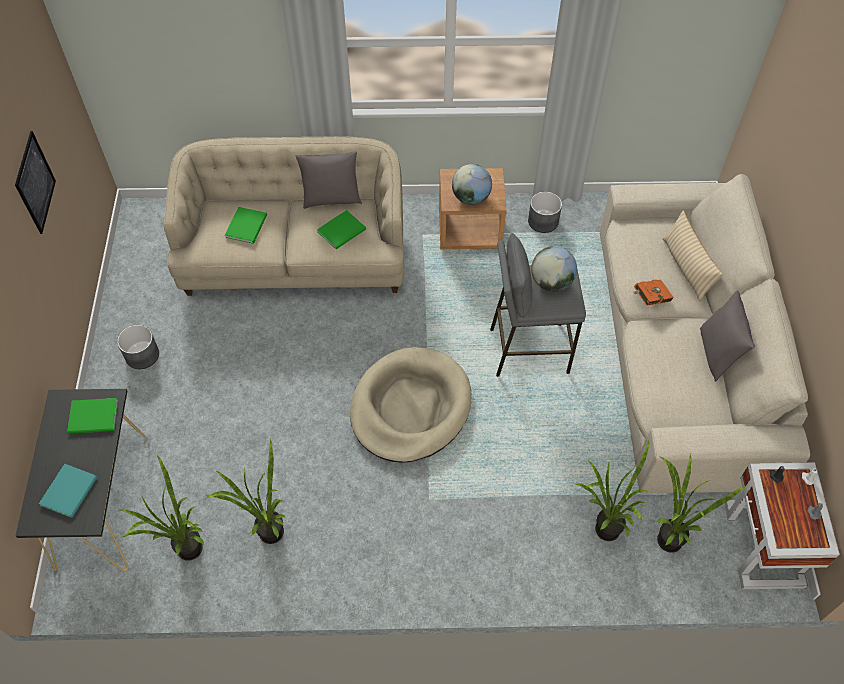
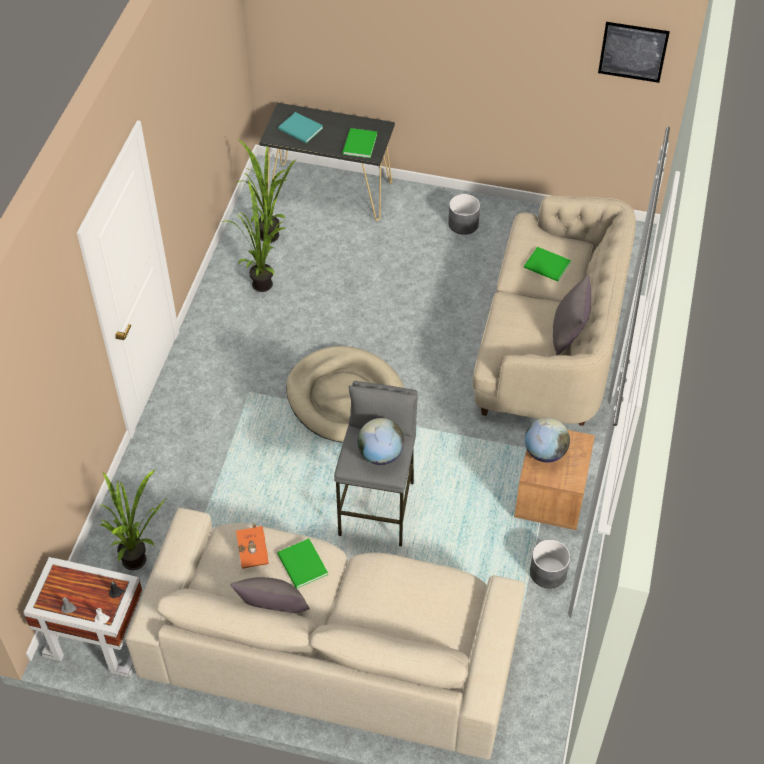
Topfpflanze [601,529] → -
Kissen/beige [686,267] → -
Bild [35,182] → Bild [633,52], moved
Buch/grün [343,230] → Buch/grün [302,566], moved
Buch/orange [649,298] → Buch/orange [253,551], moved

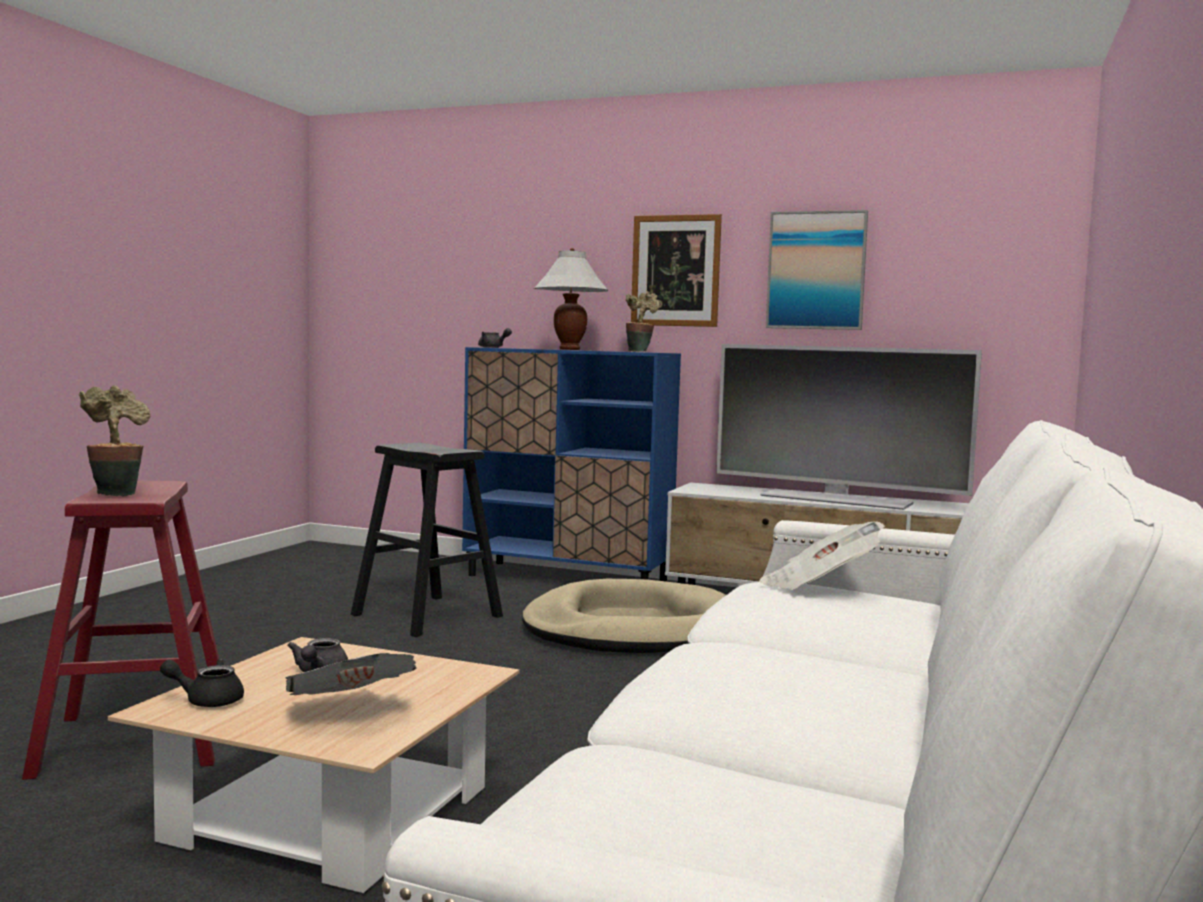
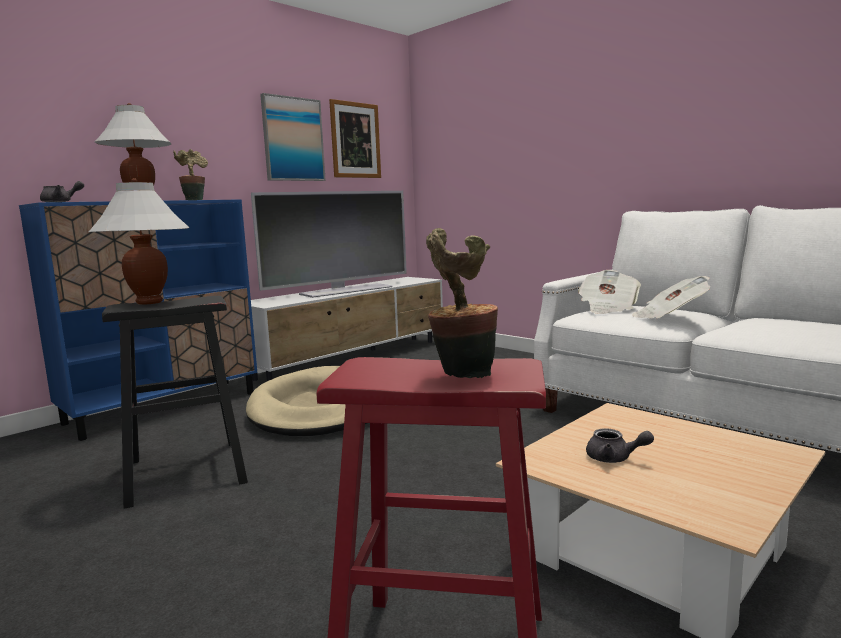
Teekanne/schwarz [207,700] → -
- → Tischlampe/weiß [149,302]
Zeitung [350,711] → Zeitung [669,316], moved
Bild [675,271] → Bild [355,140], moved

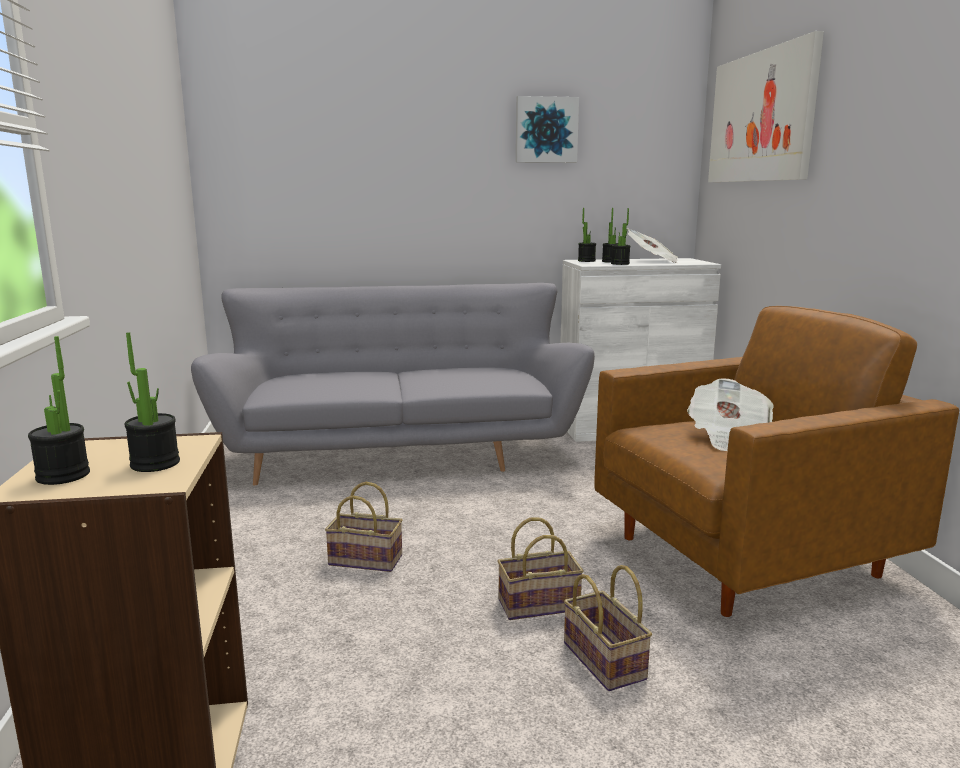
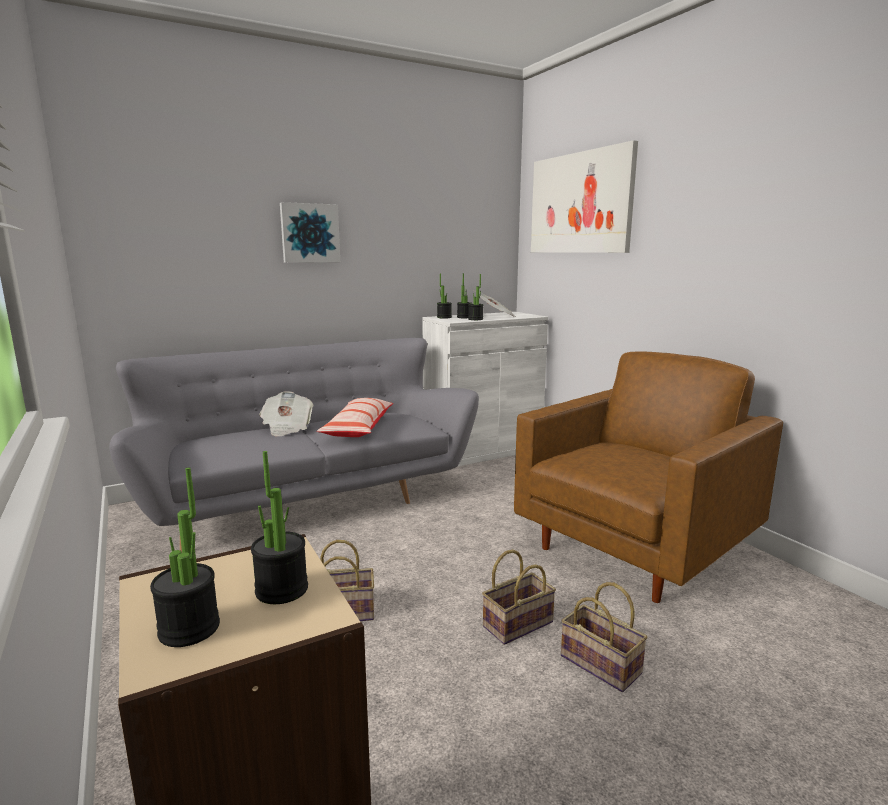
- → Kissen [358,428]
Bild [546,130] → Bild [309,233], moved
Zeitung [728,437] → Zeitung [287,428], moved

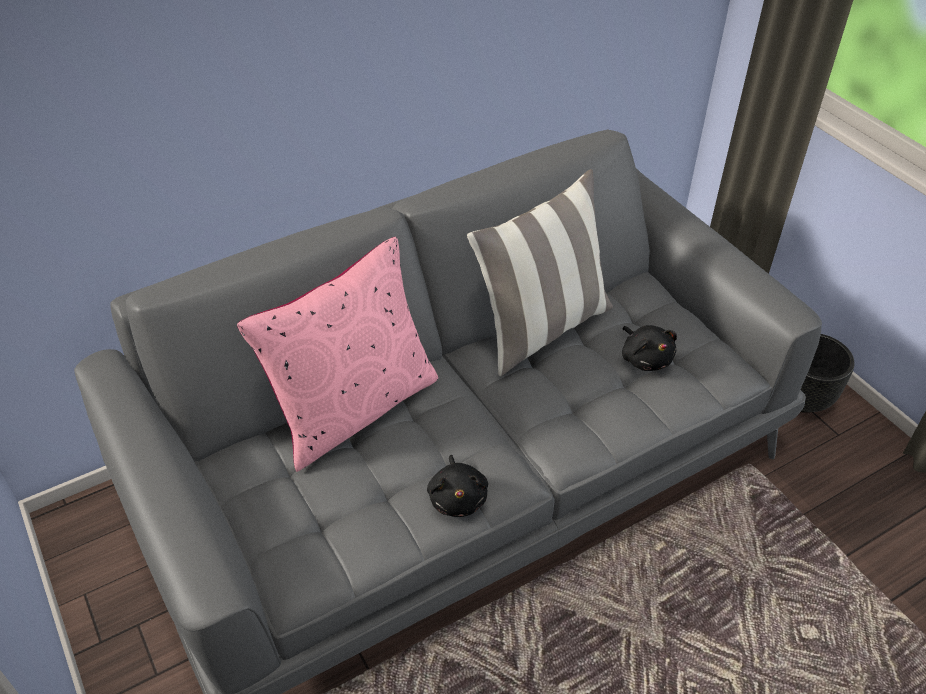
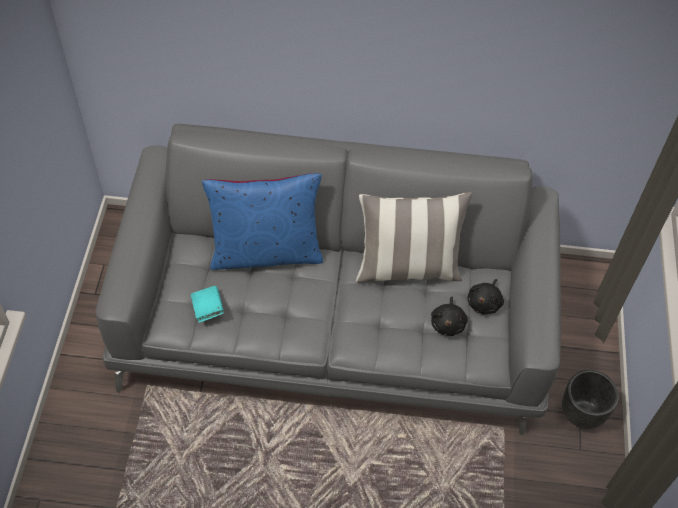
- → Buch/türkis [208,309]
Plüschtier/schwarz [458,498] → Plüschtier/schwarz [484,302], moved
Kissen/rosa [353,408] → Kissen/blau [266,252]

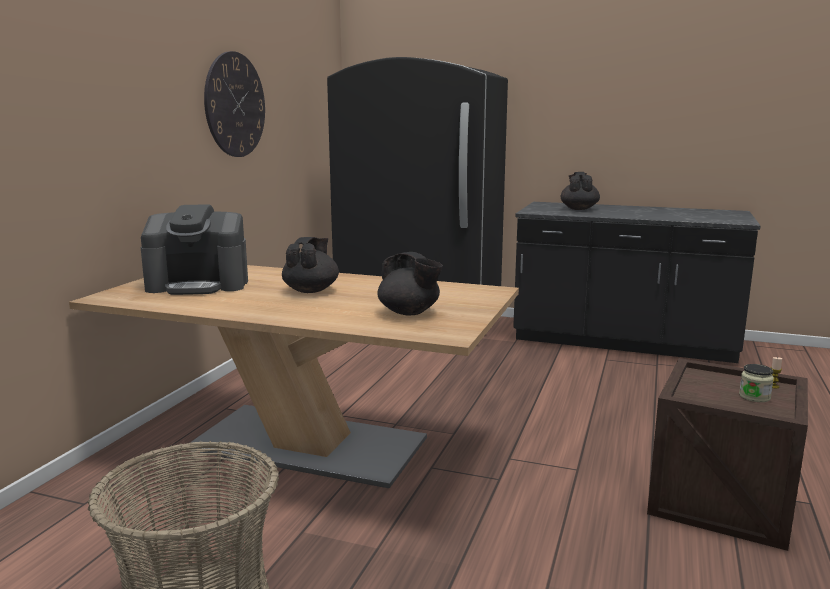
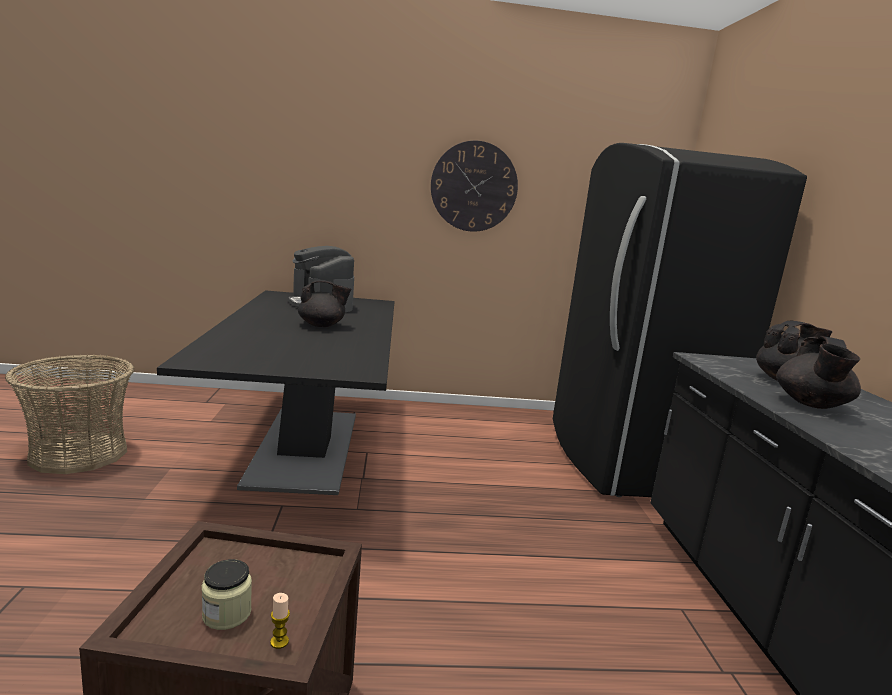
Teekanne/schwarz [409,313] → Teekanne/schwarz [811,404], moved
Esstisch/beige [308,445] → Esstisch/schwarz [305,448]

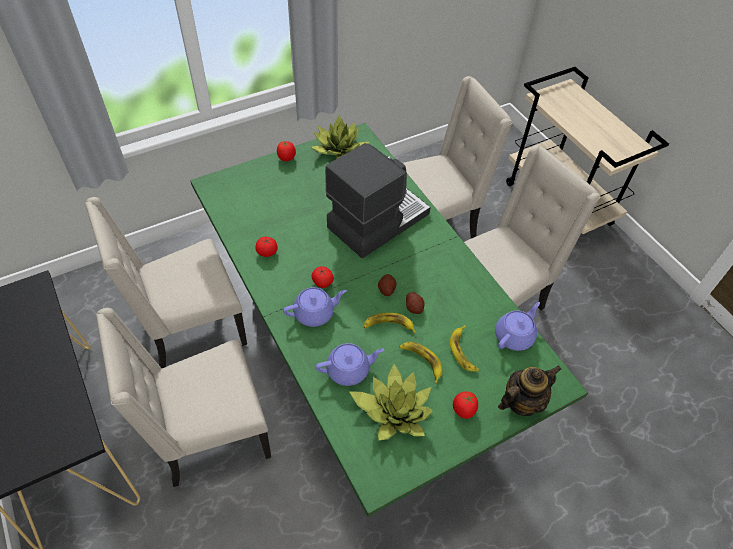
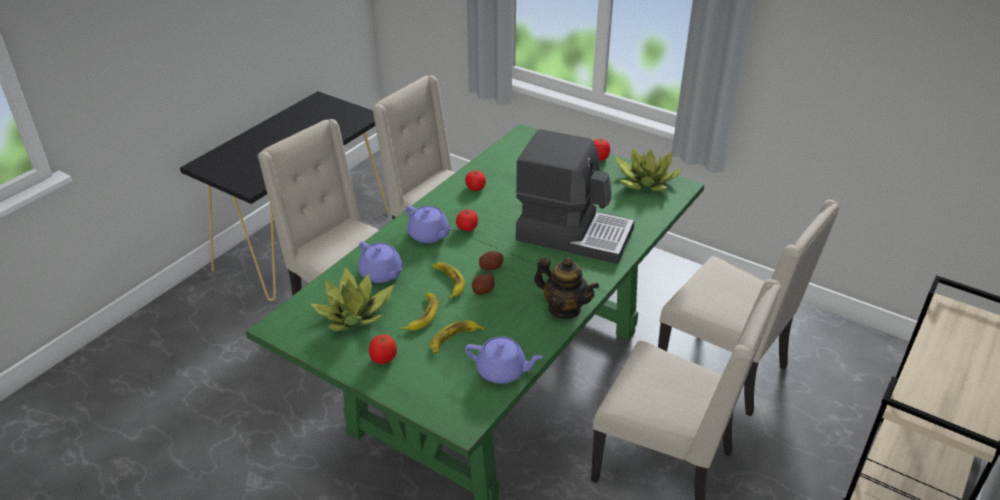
Teekanne [521,402] → Teekanne [564,309], moved

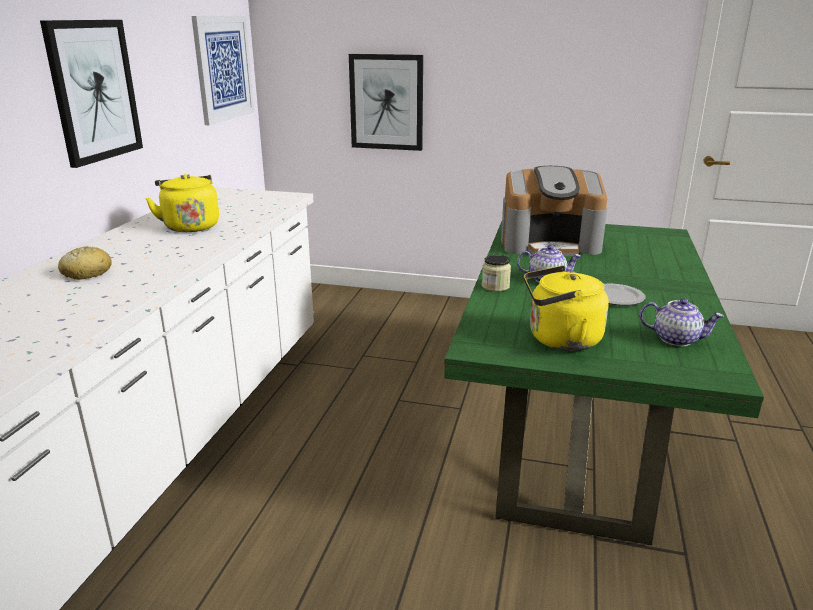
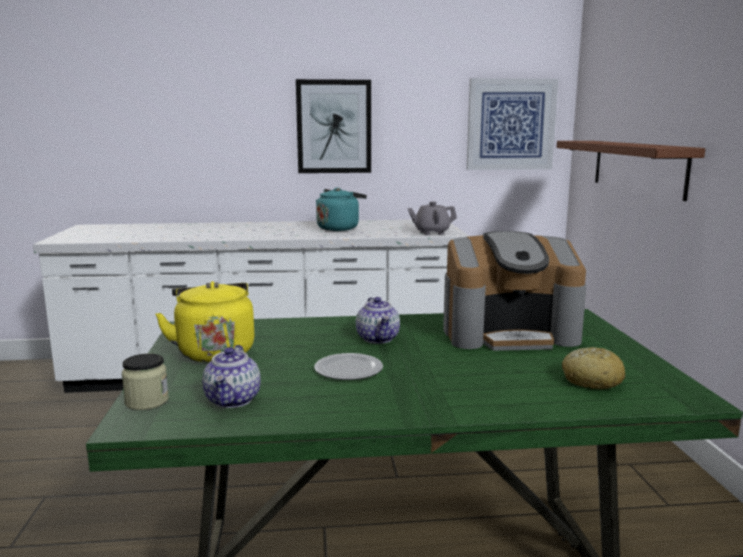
- → Teekanne/grau [431,233]
Brot [86,273] → Brot [591,380], moved
Vorratsglas [495,286] → Vorratsglas [147,401], moved
Bild [386,102] → Wandregal/braun [637,167]
Wasserkessel/gelb [190,226] → Wasserkessel/türkis [339,228]
Kaffeemaschine [550,243] → Kaffeemaschine [509,333], 75 degrees counterclockwise

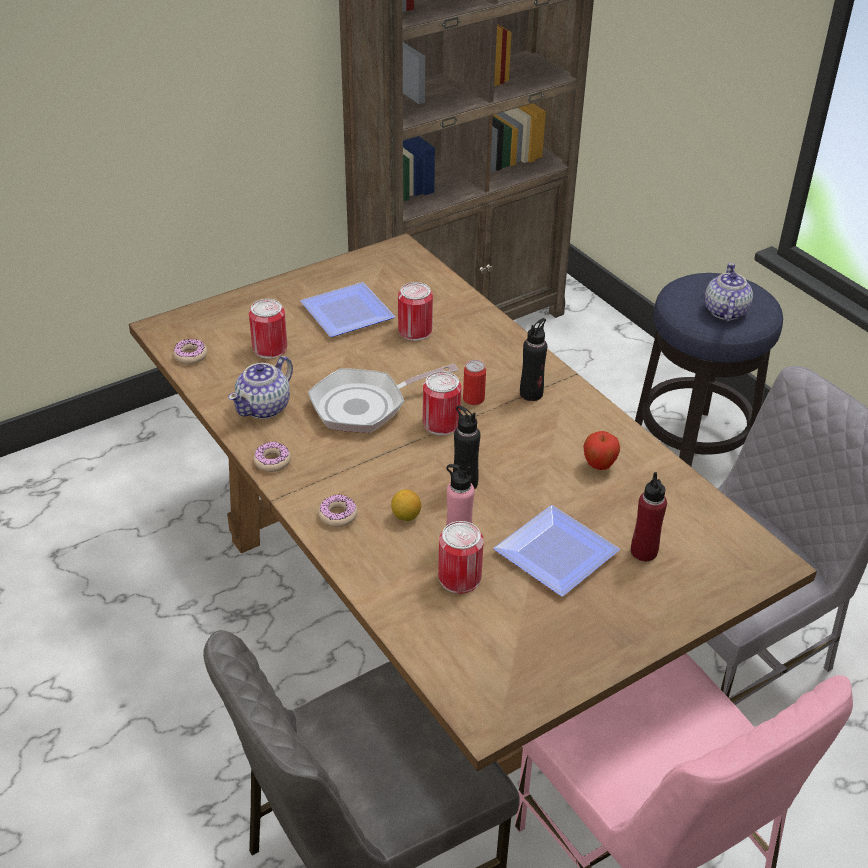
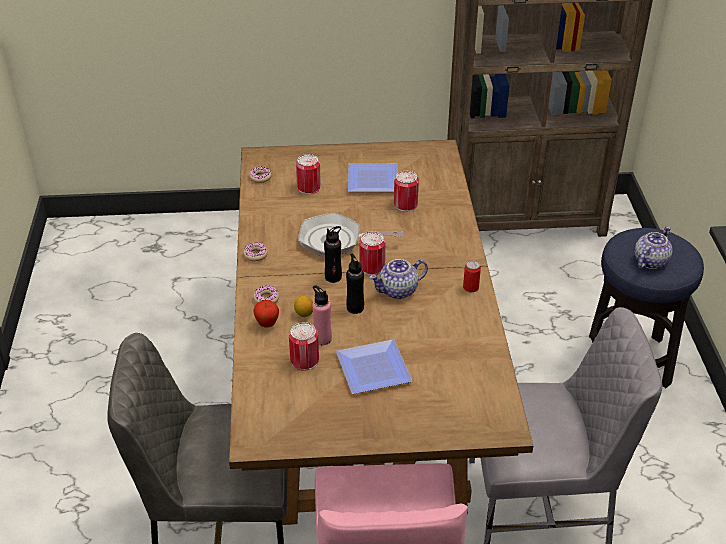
Flasche/rot [644,551] → -
Teekanne [264,407] → Teekanne [398,290], moved
Dose [473,399] → Dose [470,287], moved
Flasche/schwarz [531,393] → Flasche/schwarz [333,277], moved
Apfel [599,466] → Apfel [267,324], moved

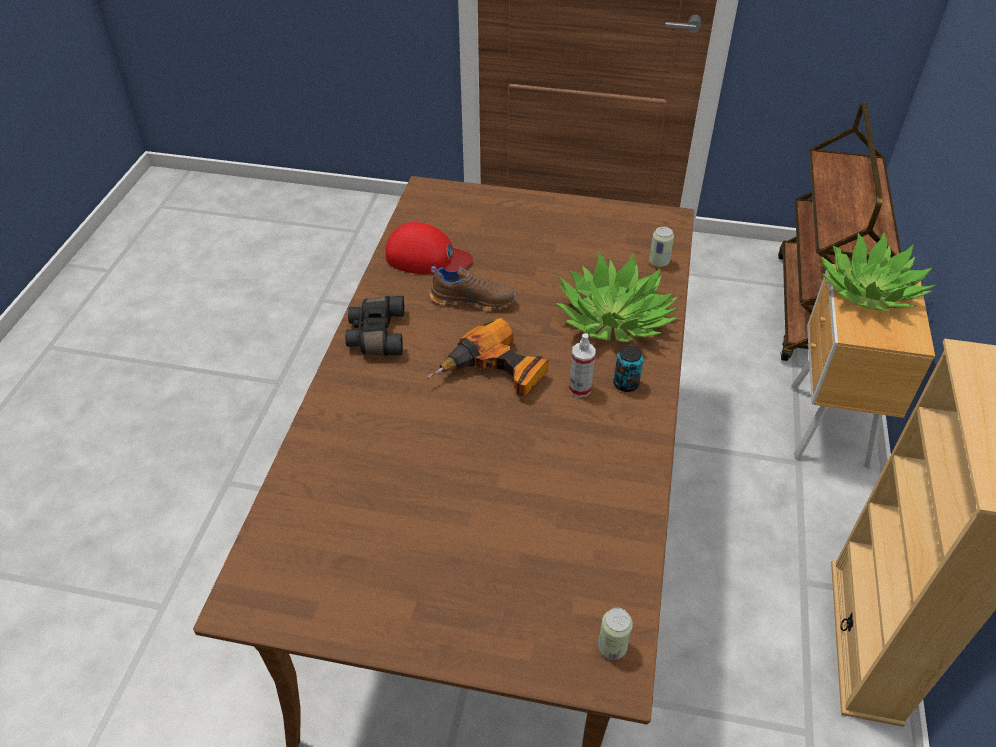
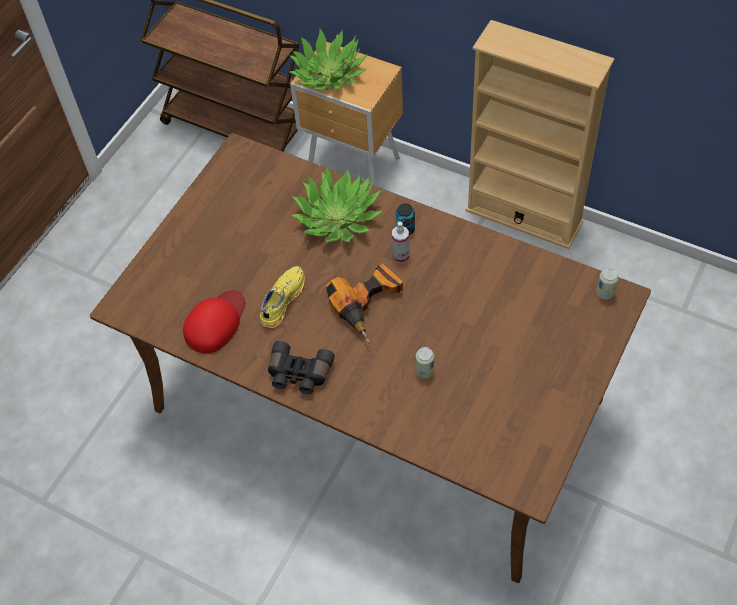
Dose [659,262] → Dose [425,371], moved
Schuh/braun [473,299] → Schuh/gelb [281,300]

